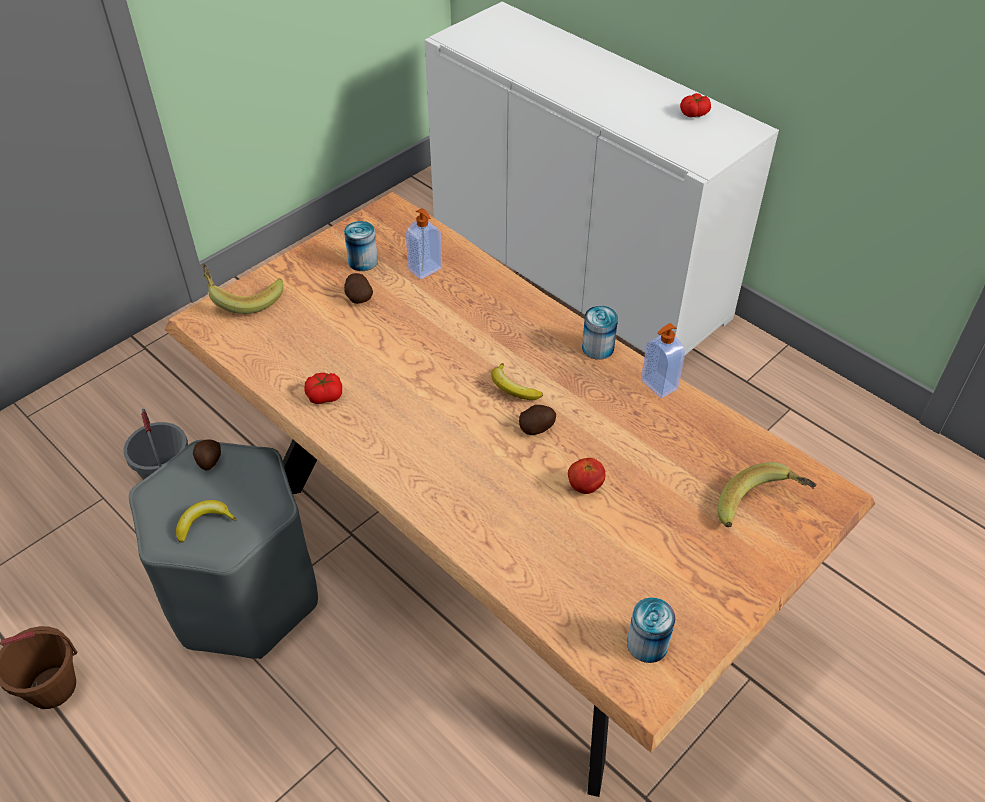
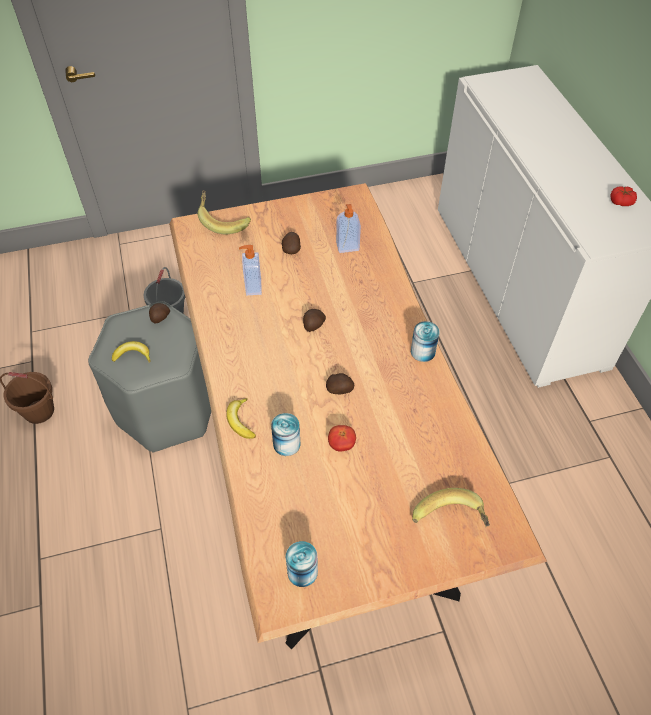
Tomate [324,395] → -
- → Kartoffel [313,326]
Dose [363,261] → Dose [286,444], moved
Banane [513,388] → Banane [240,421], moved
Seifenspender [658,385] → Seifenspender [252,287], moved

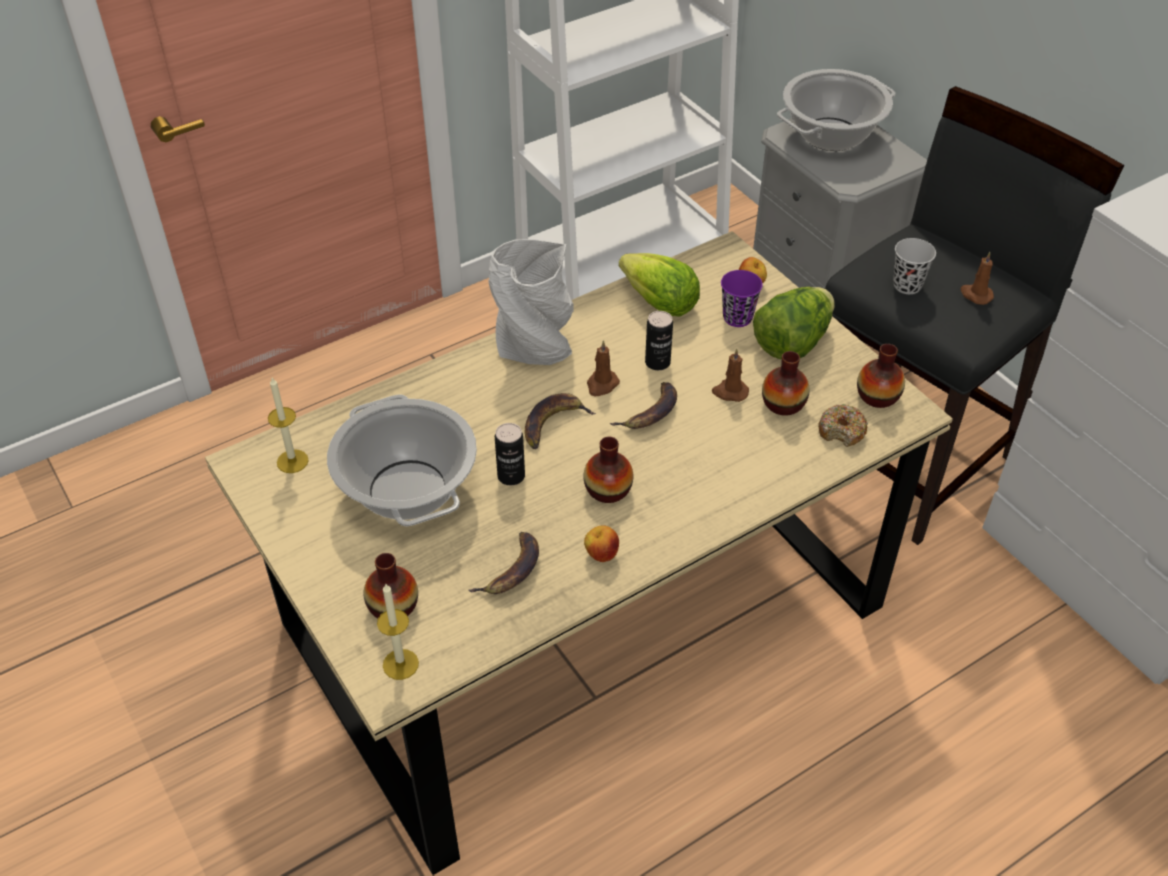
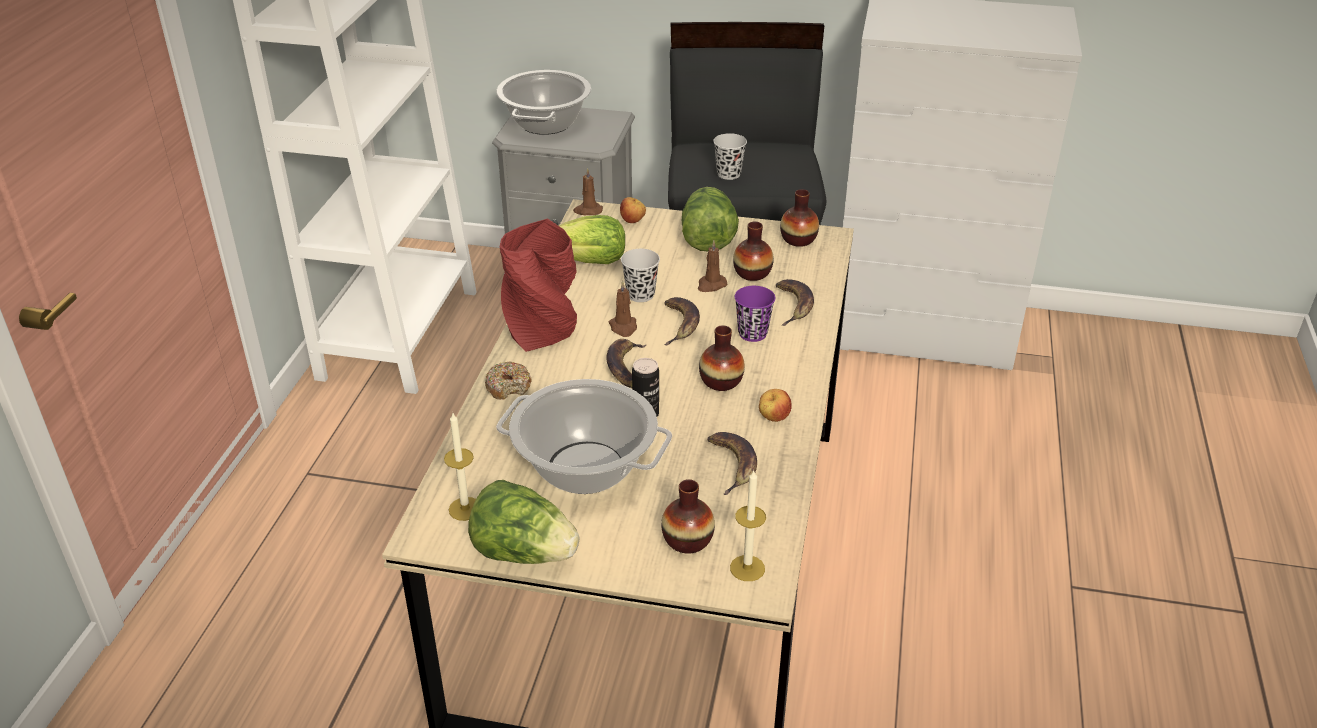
- → Salatkopf [524,553]
- → Banane [794,305]
Tasse/lila [737,318] → Tasse/lila [752,333], moved
Donut [842,431] → Donut [508,386], moved
Kerze/braun [975,295] → Kerze/braun [587,210], moved
Dose [657,362] → Tasse/schwarz [640,295]
Vase/grau [535,348] → Vase/rot [543,332]

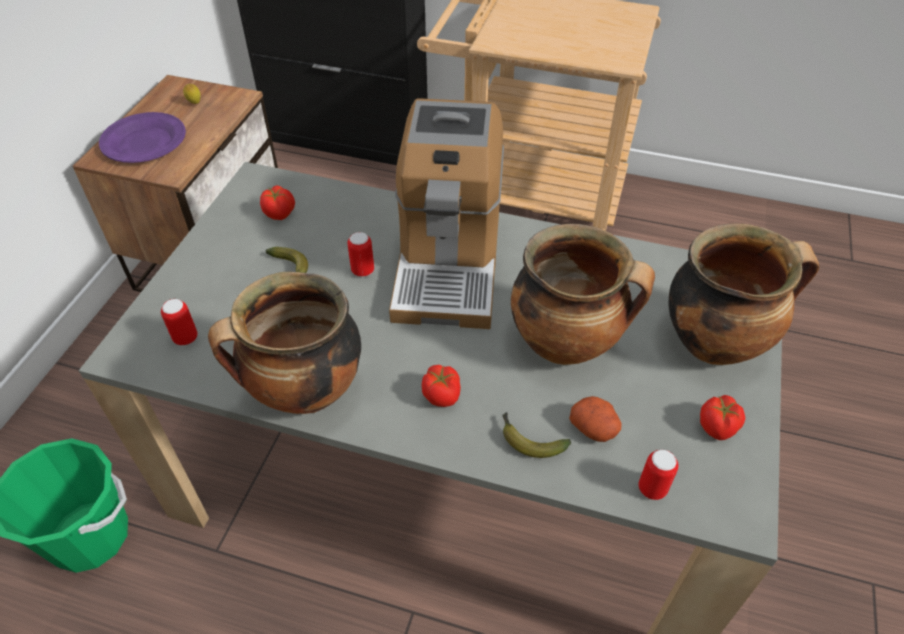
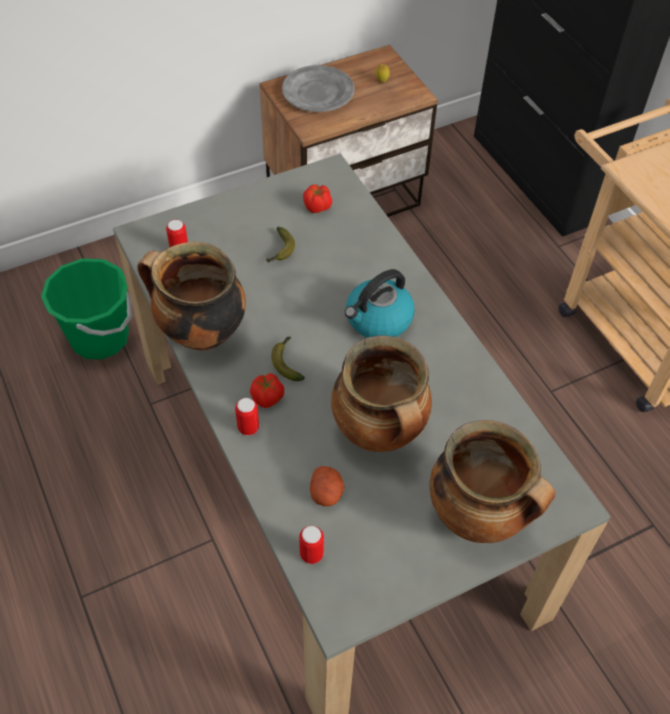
Tomate [717,427] → -
Dose [363,271] → Dose [248,428], moved
Banane [529,440] → Banane [287,362], moved
Kaffeemaschine [448,262] → Wasserkessel [378,320]
Teller/lila [144,142] → Teller/grau [318,92]

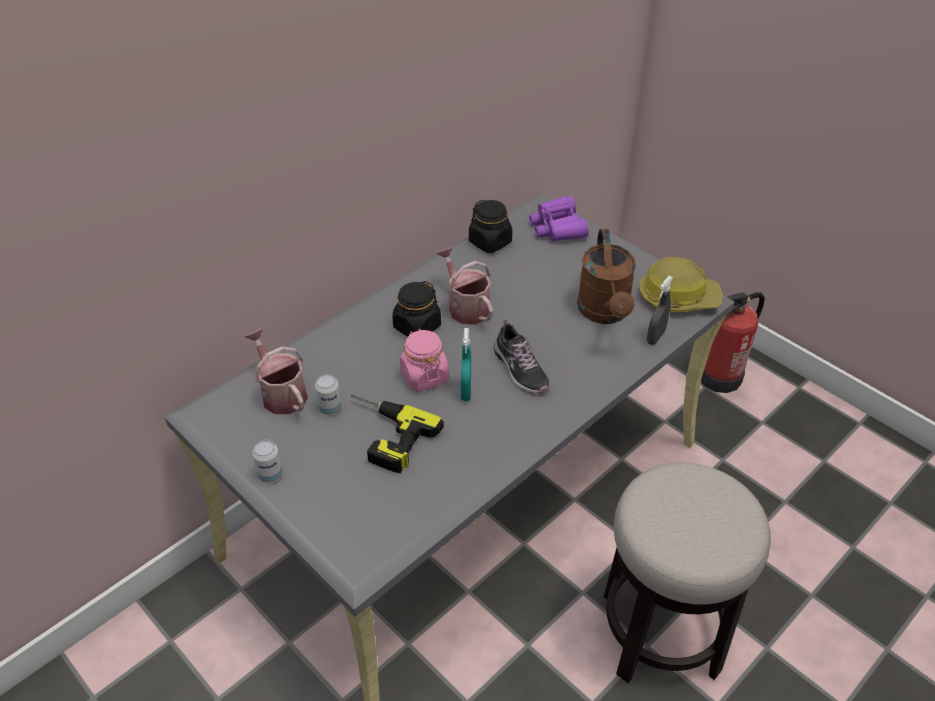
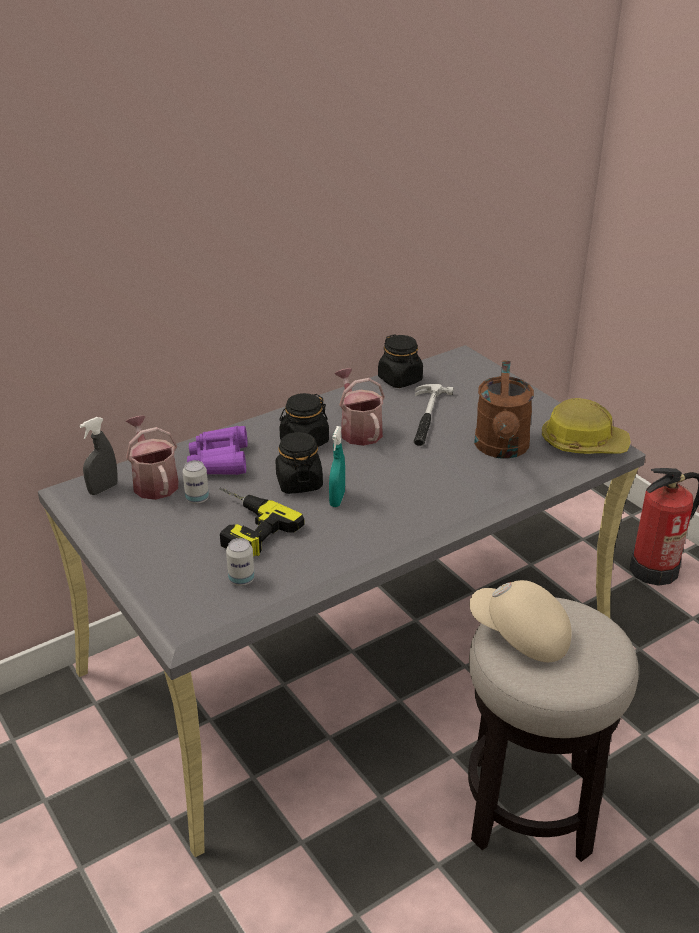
Schuh [520,369] → -
- → Hammer [427,417]
- → Kappe/beige [519,636]
Dose [270,475] → Dose [241,580], moved
Fernglas/lila [557,227] → Fernglas/lila [220,460], moved
Sprühflasche/grau [655,337] → Sprühflasche/grau [103,489], moved
Vorratsglas/rosa [424,376] → Vorratsglas/schwarz [299,482]

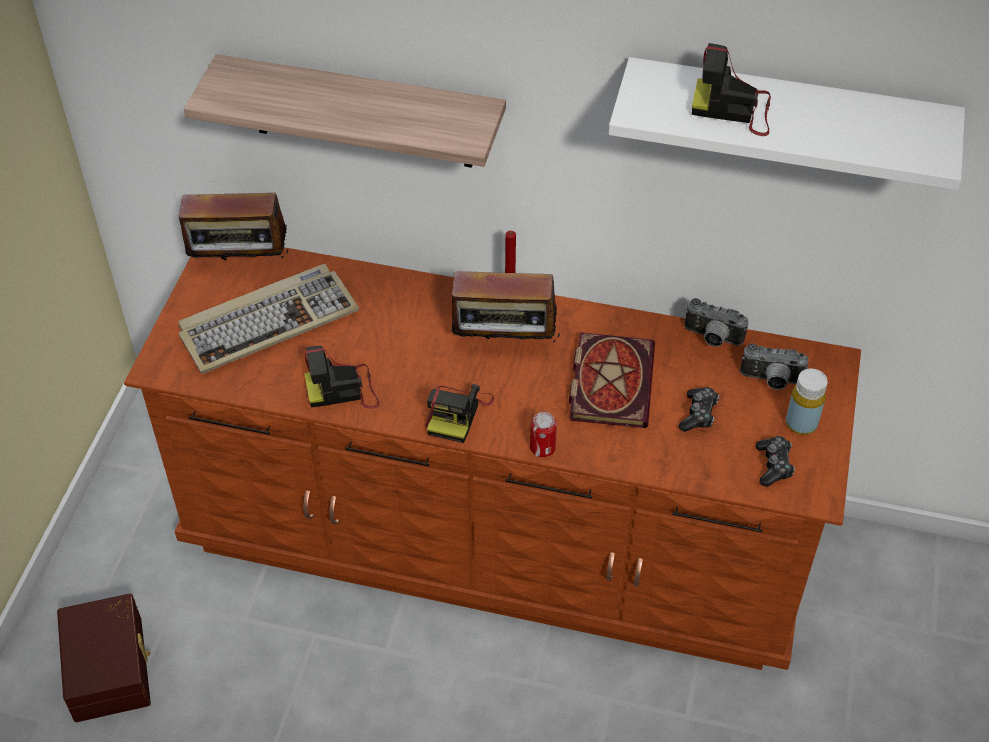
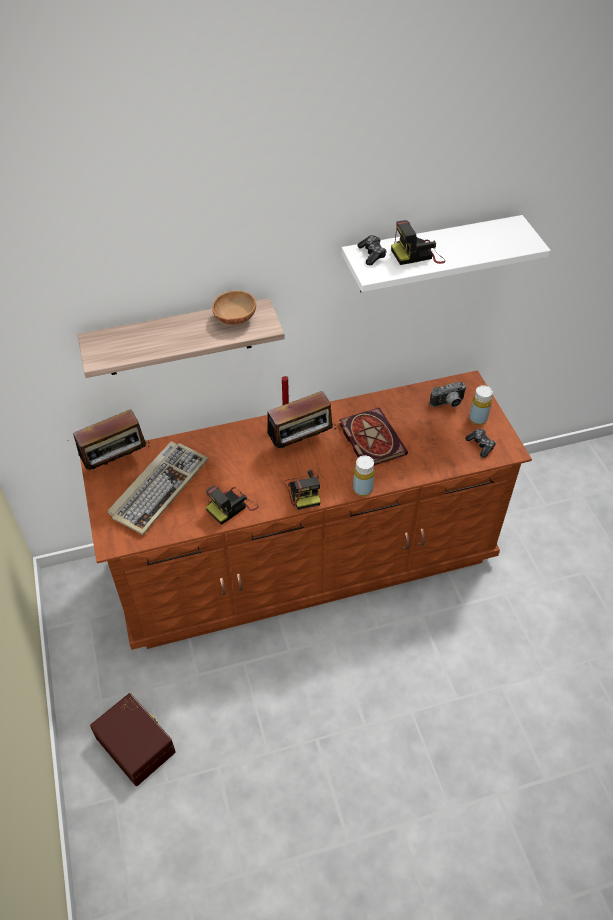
Kamera [711,338] → -
- → Schüssel/braun [234,319]
Gamepad [698,414] → Gamepad [372,254], moved
Dose [542,448] → Flasche/gelb [362,489]

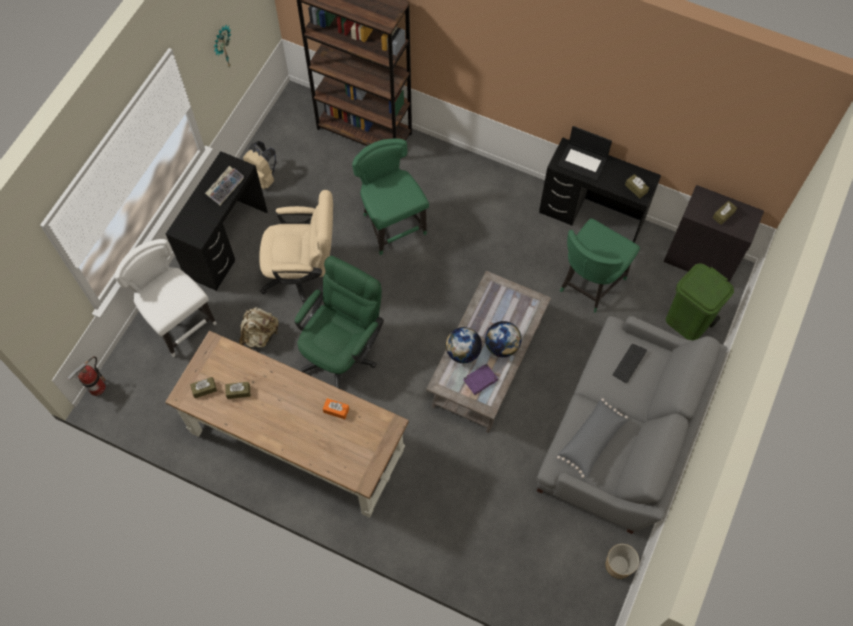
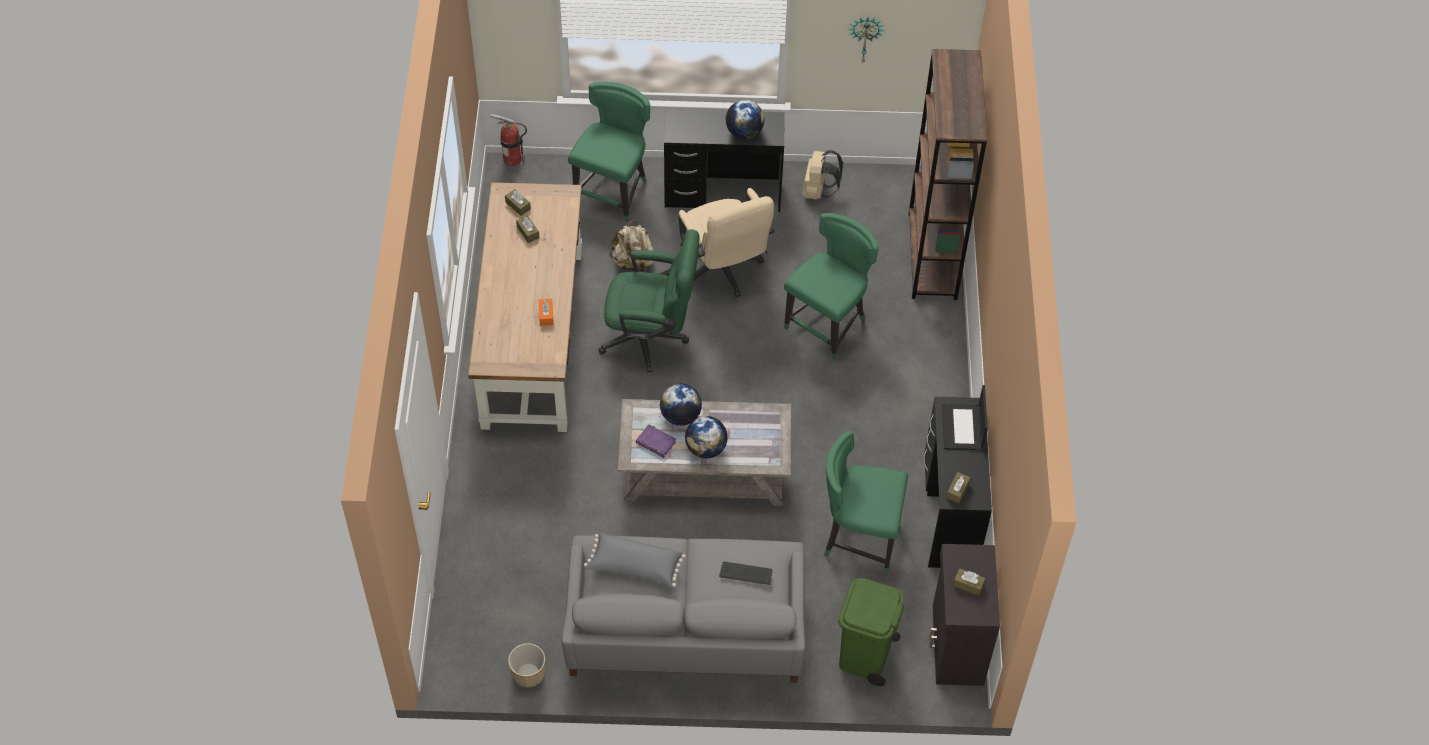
Tastatur [225,187] → Globus [744,132]
Stuhl/weiß [179,322] → Stuhl/grün [613,192]

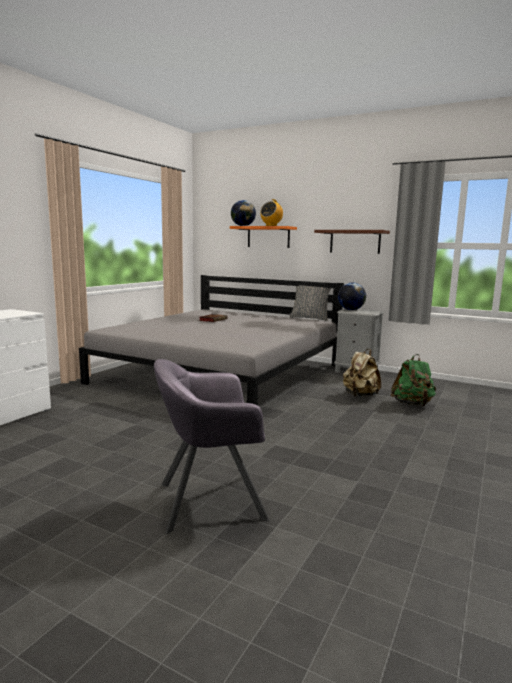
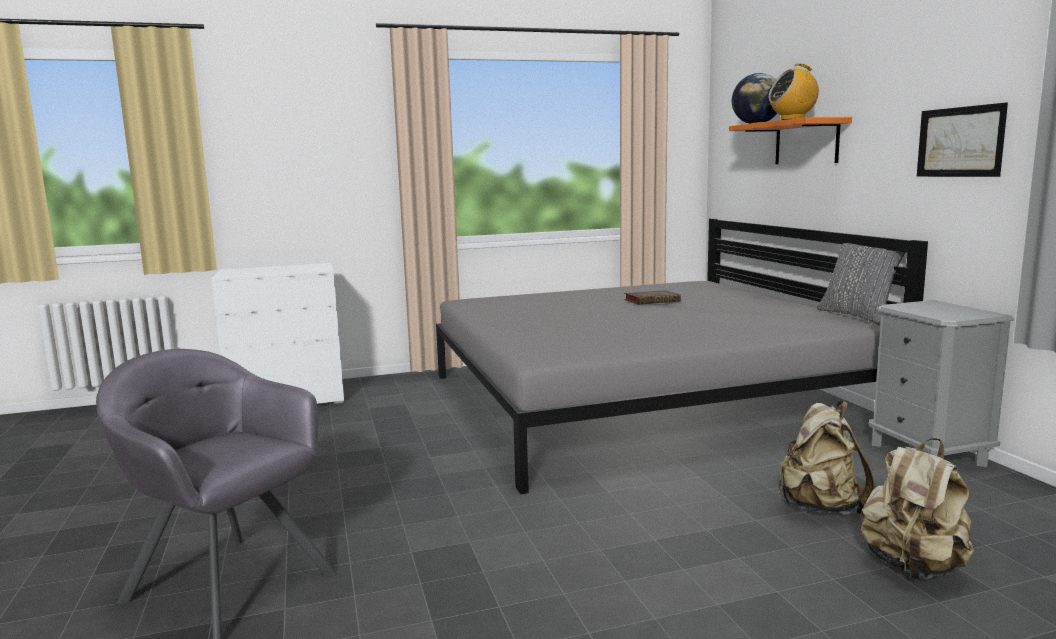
Globus [351,310] → -
Wandregal/braun [355,241] → Bild [960,142]
Rucksack/grün [412,404] → Rucksack/beige [913,567]

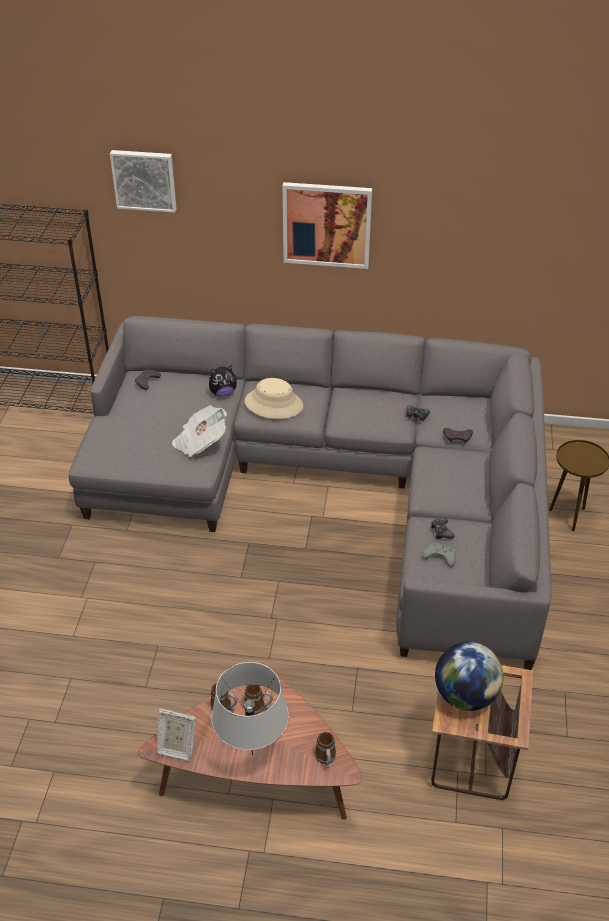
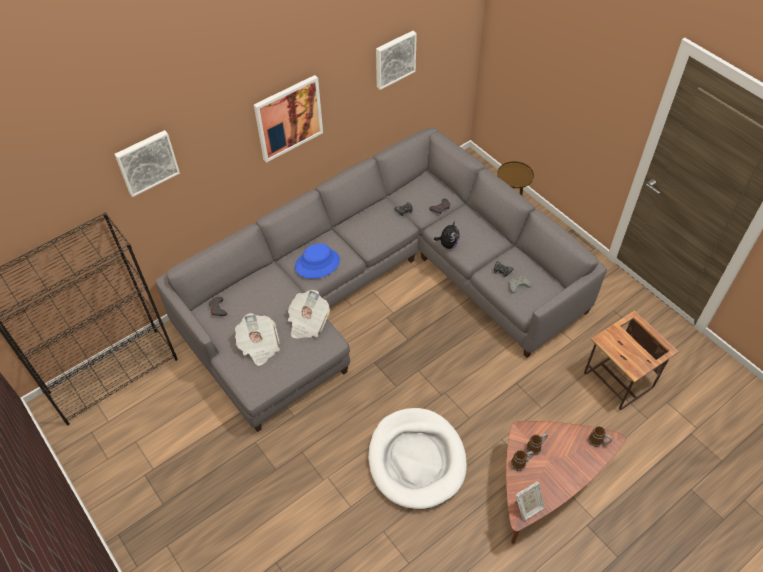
Tischlampe/grau [252,754] → -
Globus [465,695] → -
- → Zeitung [259,346]
- → Hundebett/weiß [416,459]
- → Bild [394,59]
Plüschtier [223,393] → Plüschtier [448,244], moved
Hut/beige [274,404] → Hut/blau [317,263]

